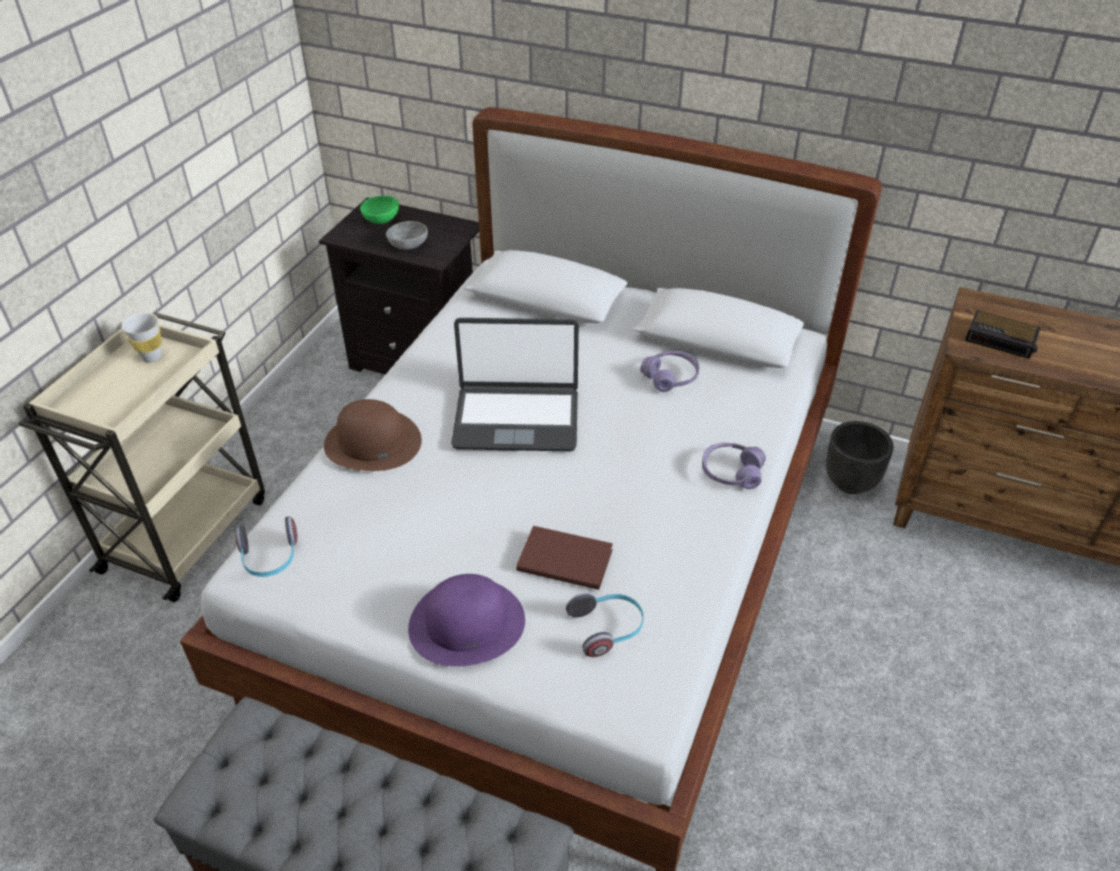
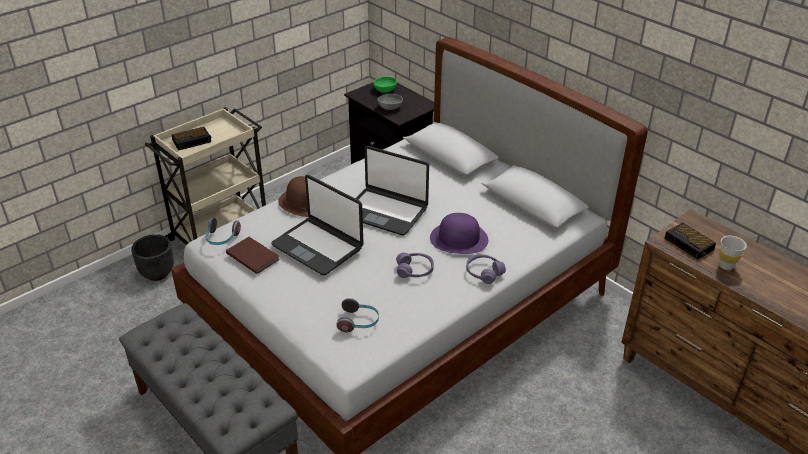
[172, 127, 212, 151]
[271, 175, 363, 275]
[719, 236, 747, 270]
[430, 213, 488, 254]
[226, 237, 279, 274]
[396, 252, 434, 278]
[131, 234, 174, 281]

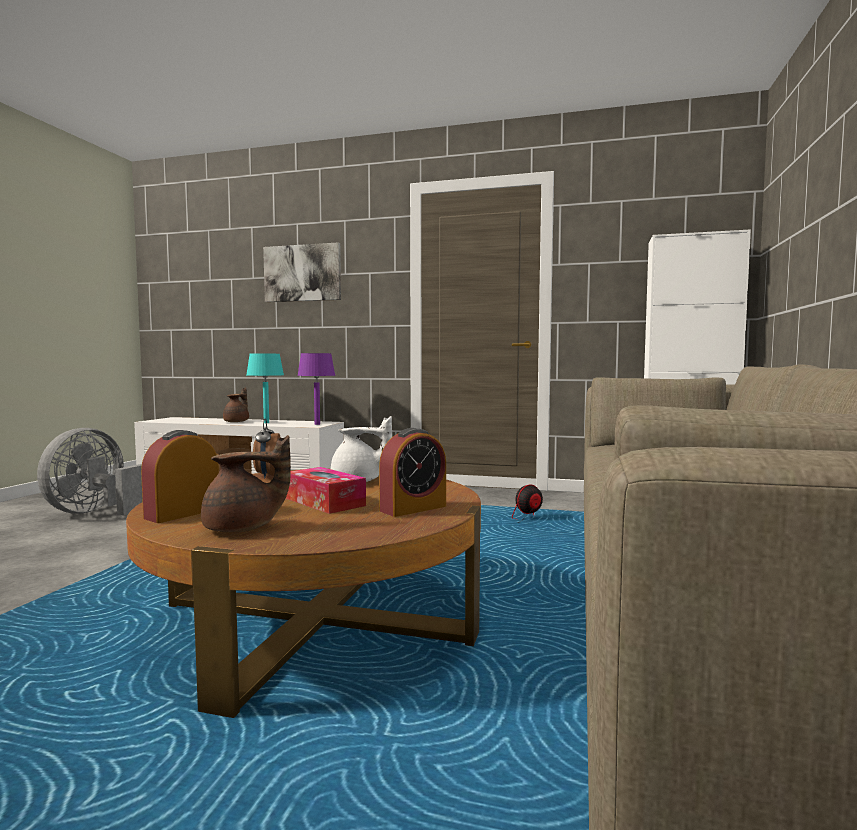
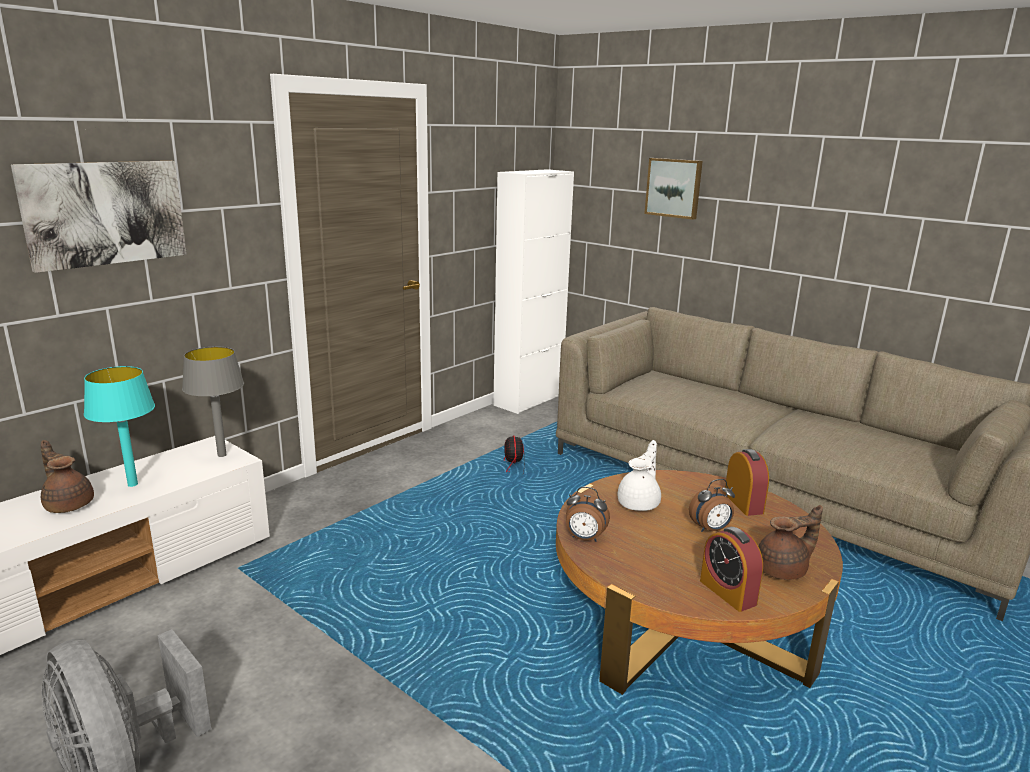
[644, 158, 703, 220]
[689, 479, 735, 532]
[182, 346, 244, 457]
[758, 505, 823, 580]

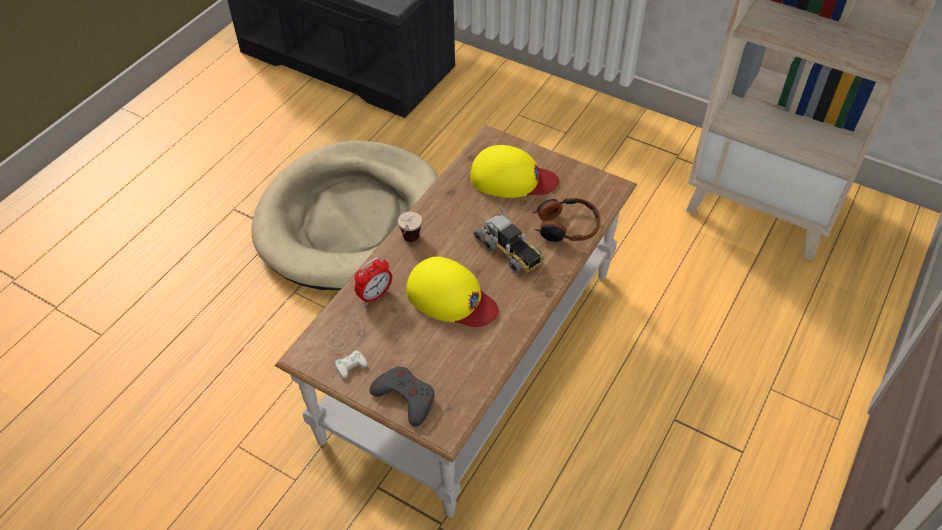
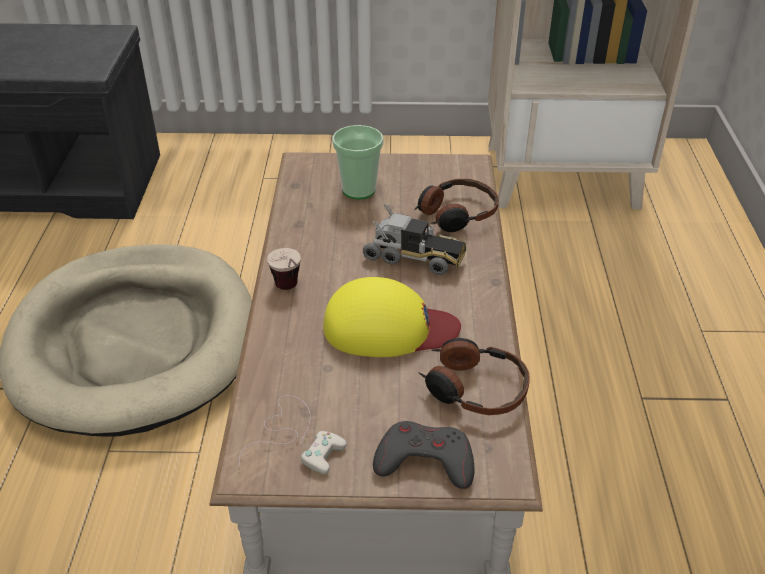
[355, 257, 392, 305] (first image)
[419, 338, 530, 415]
[332, 125, 384, 200]

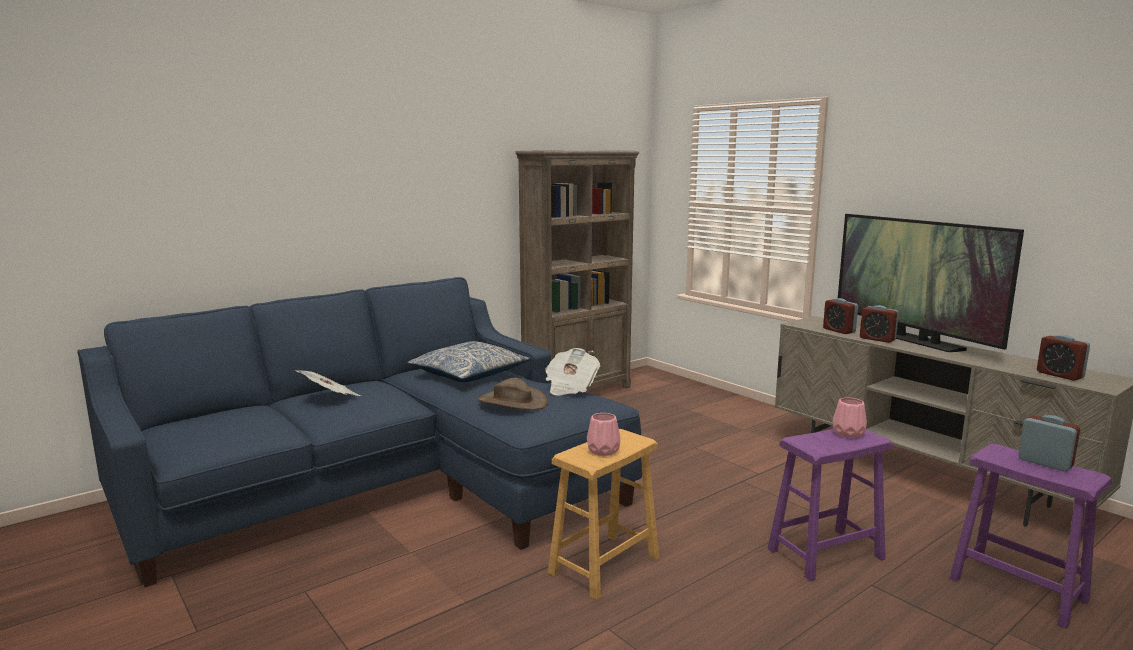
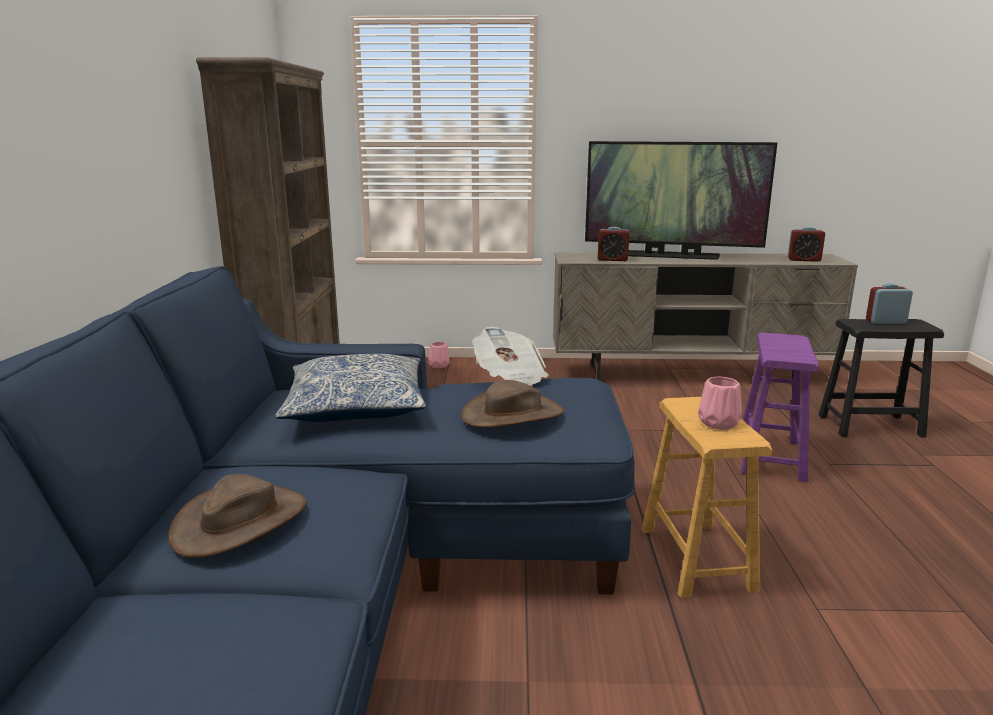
[860, 305, 899, 343] (first image)
[428, 342, 450, 369]
[168, 474, 306, 558]
[819, 319, 944, 438]

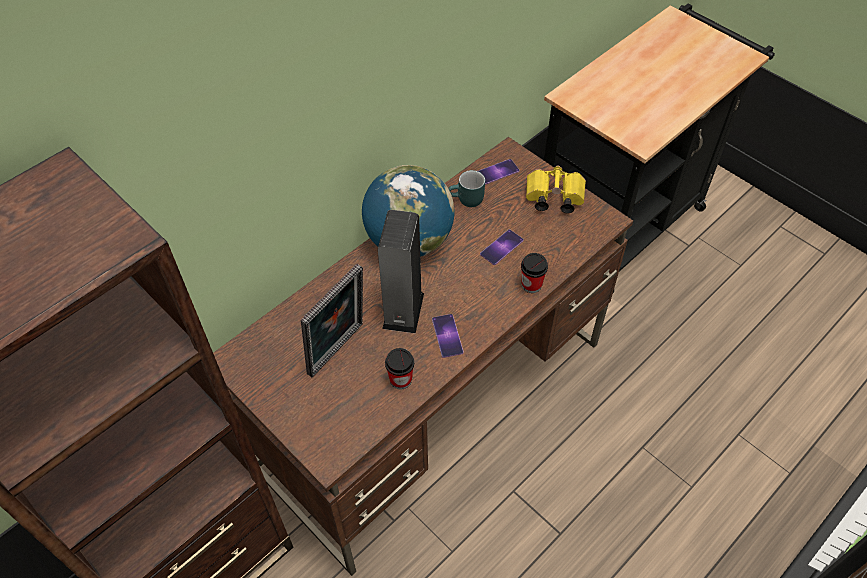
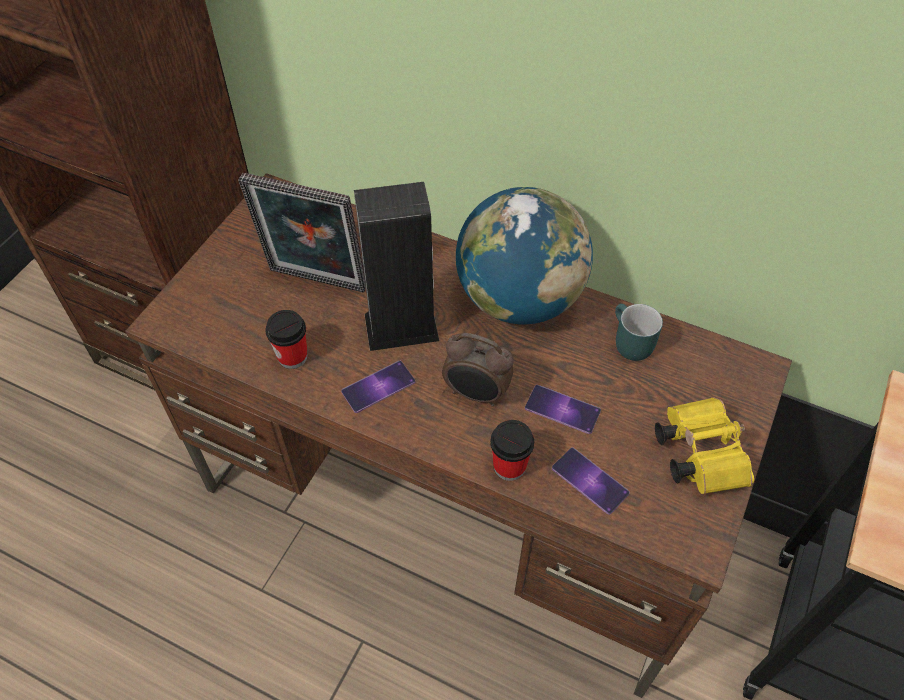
[442, 333, 514, 407]
[552, 447, 630, 515]

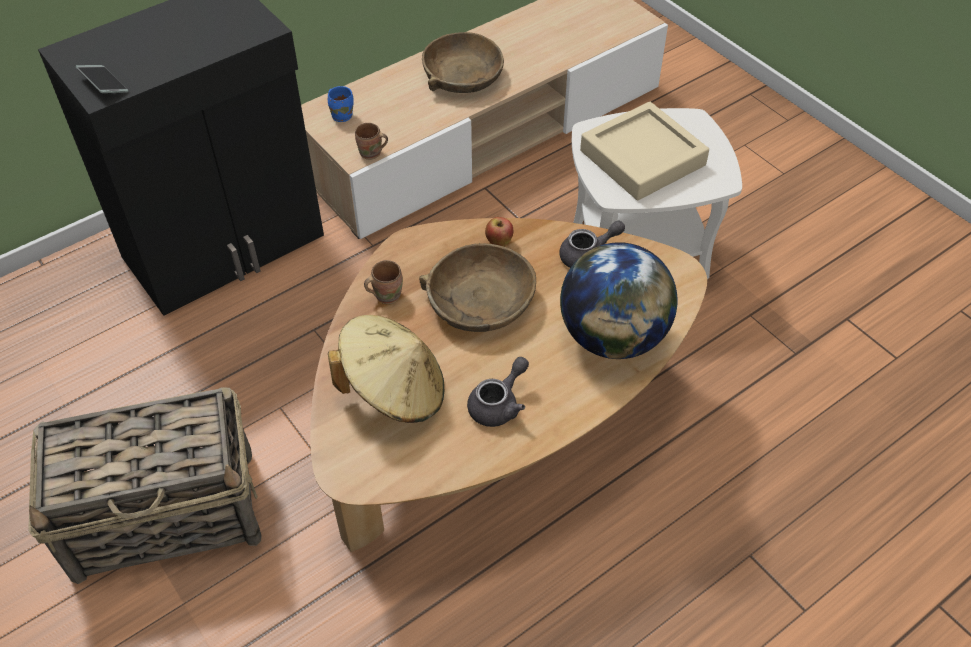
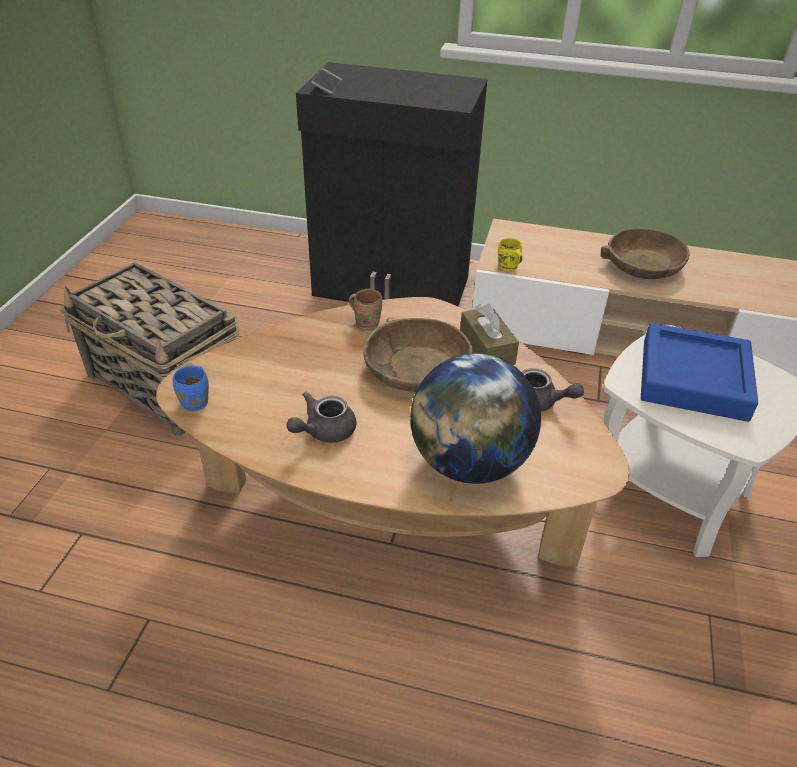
[328, 315, 444, 423] (first image)
[173, 365, 209, 411]
[460, 303, 519, 365]
[498, 238, 523, 271]
[641, 323, 758, 422]
[287, 392, 357, 443]

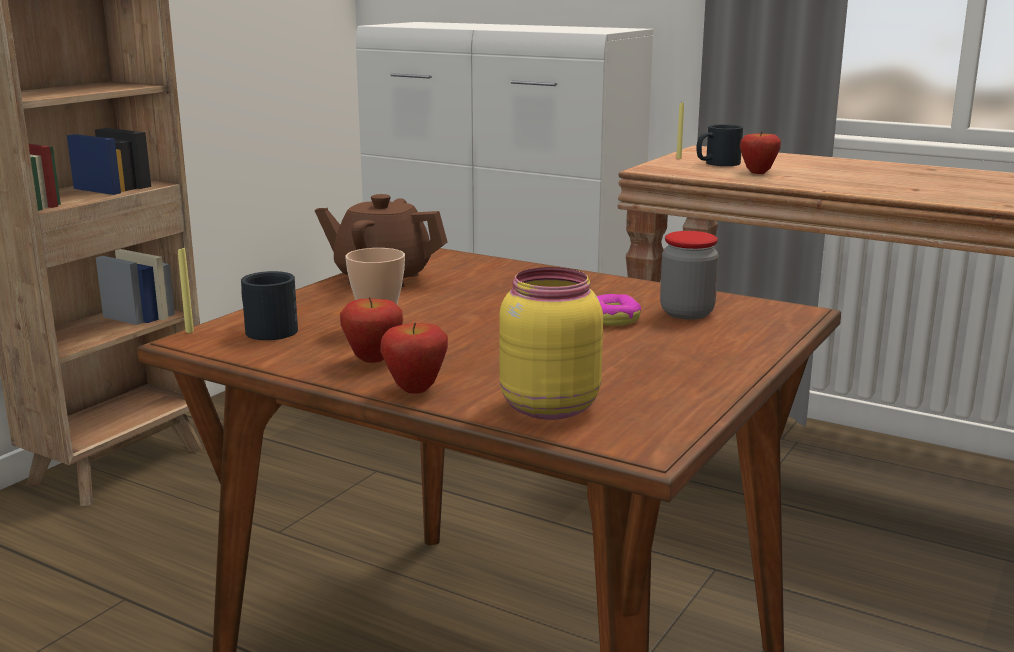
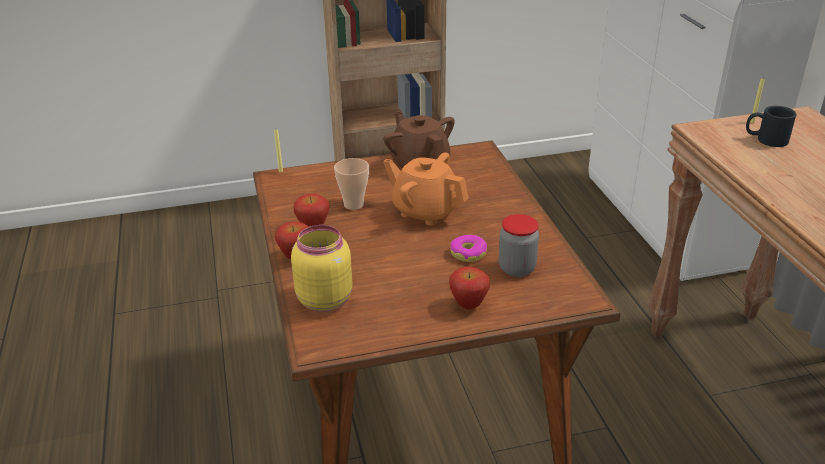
[241, 271, 298, 340] (first image)
[383, 152, 469, 226]
[449, 267, 490, 310]

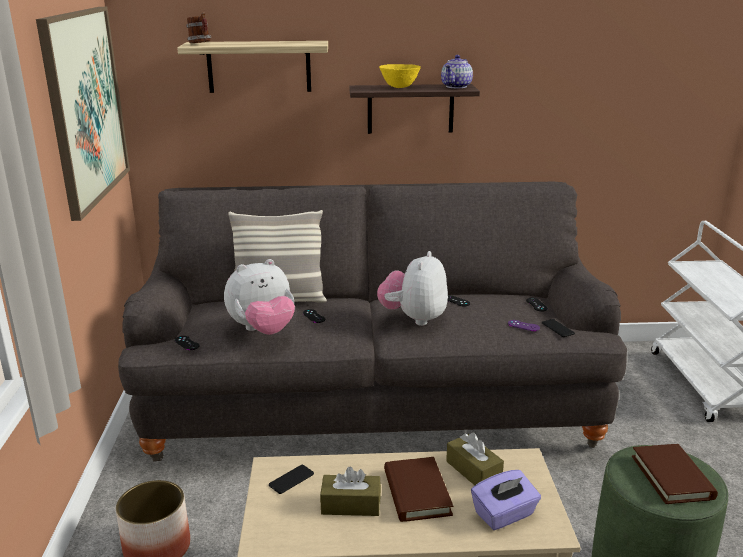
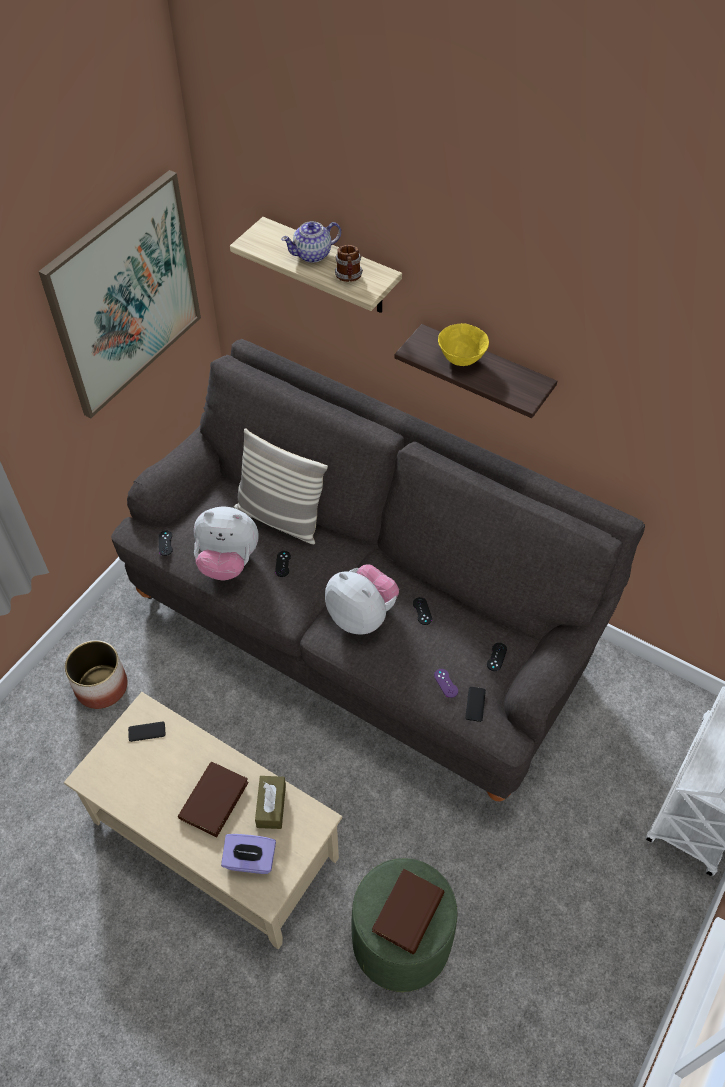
[320, 466, 381, 516] (first image)
[335, 245, 363, 282]
[281, 221, 341, 263]
[325, 564, 399, 635]

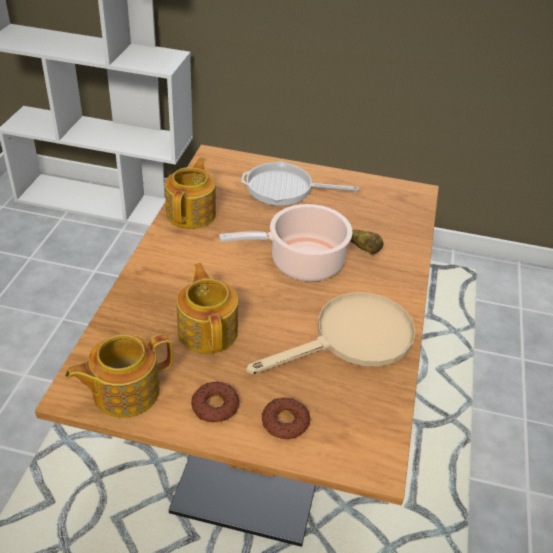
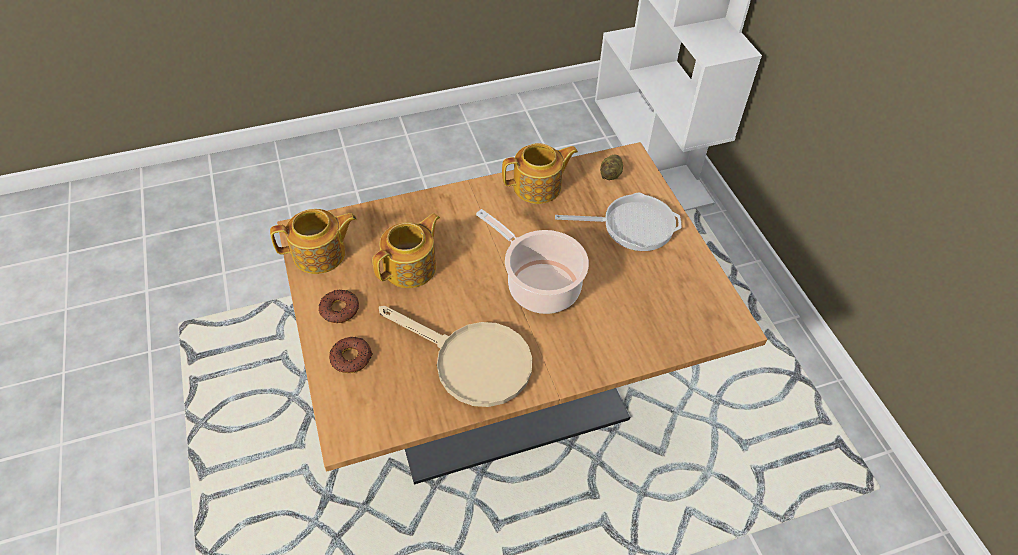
[600, 154, 623, 180]
[270, 209, 357, 274]
[555, 192, 681, 251]

